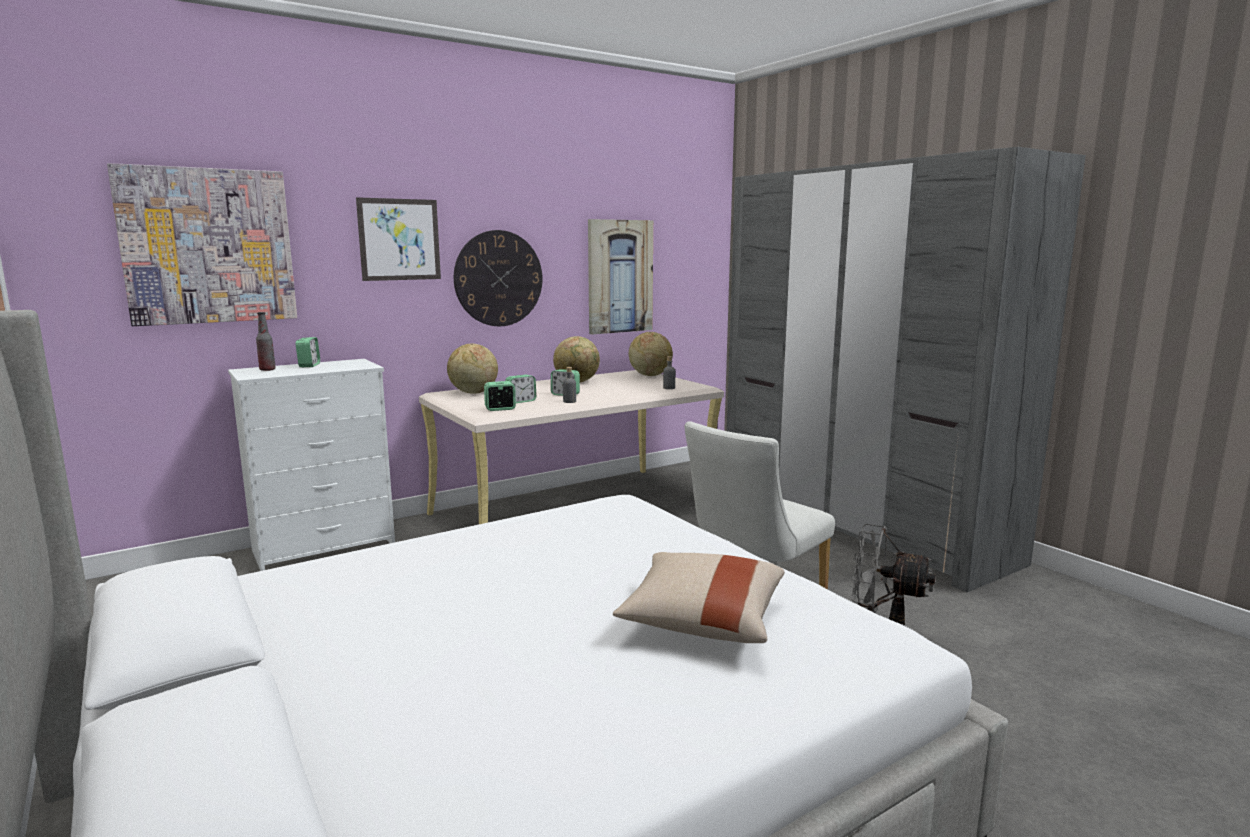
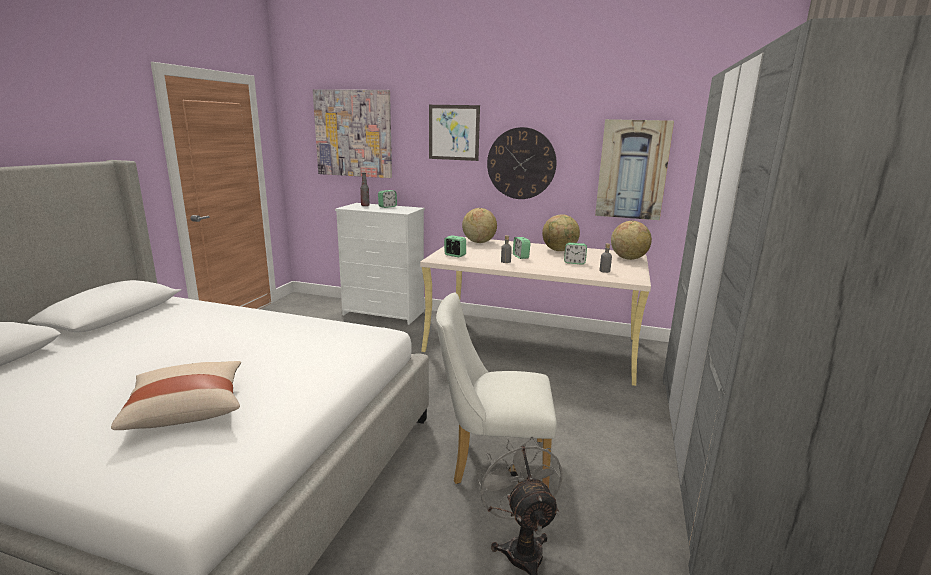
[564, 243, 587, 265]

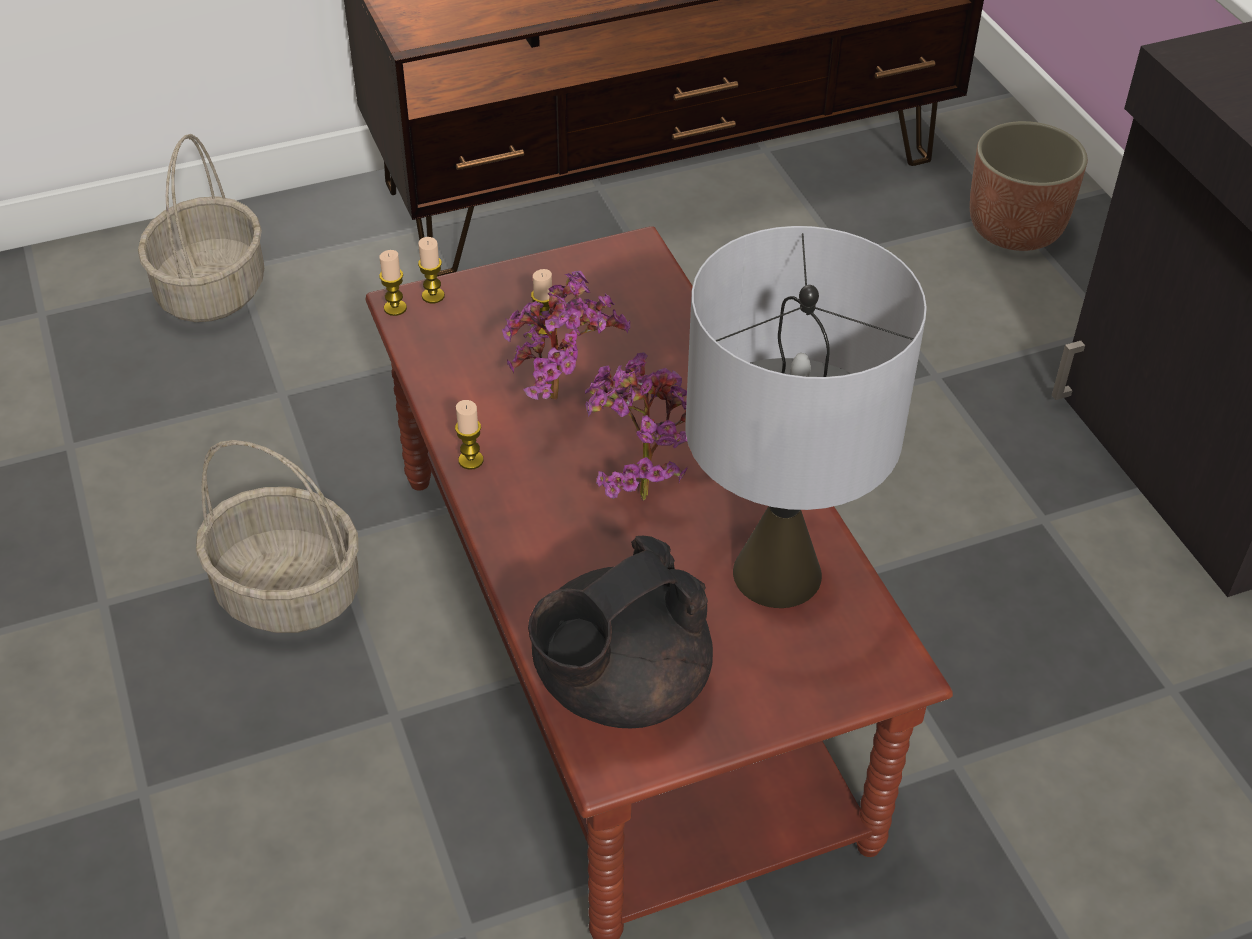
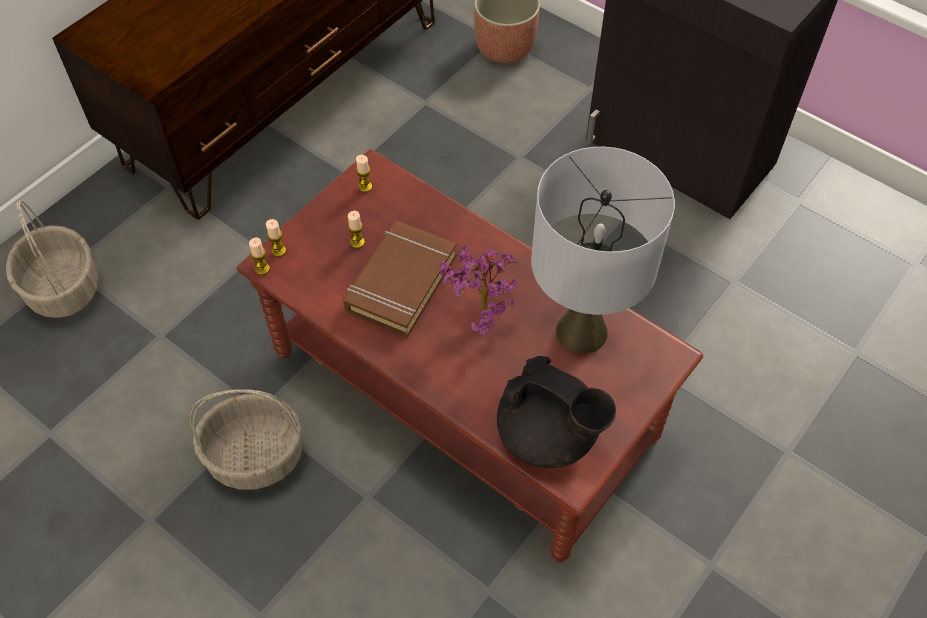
[356, 155, 372, 192]
[343, 221, 457, 338]
[497, 356, 616, 468]

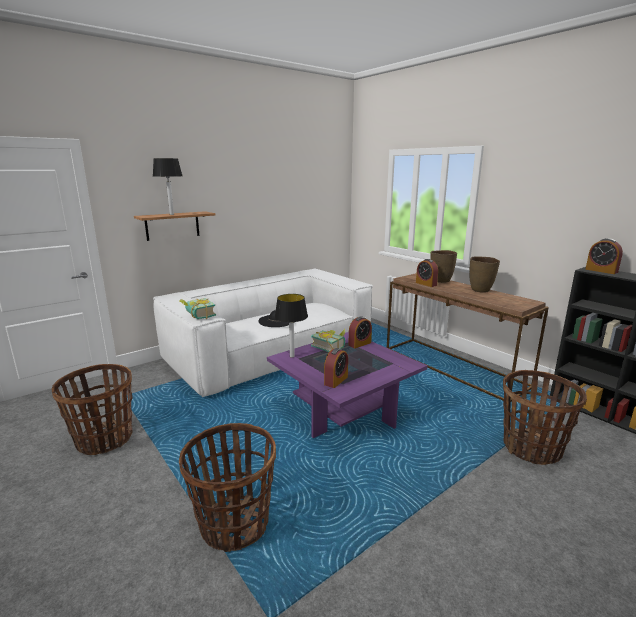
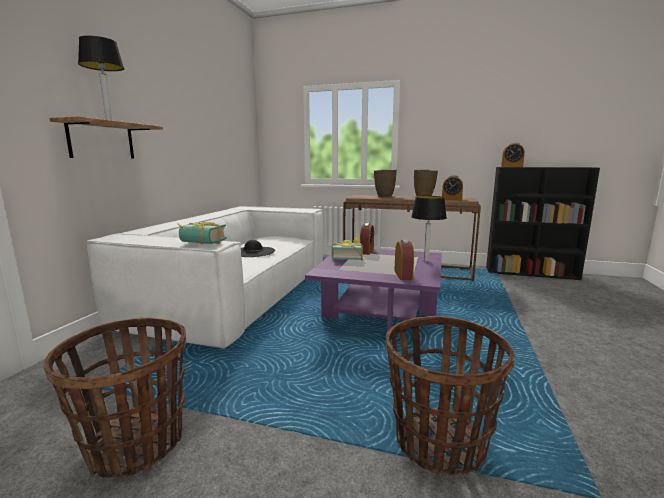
[503, 370, 587, 465] (first image)
[411, 196, 447, 262]
[442, 175, 463, 200]

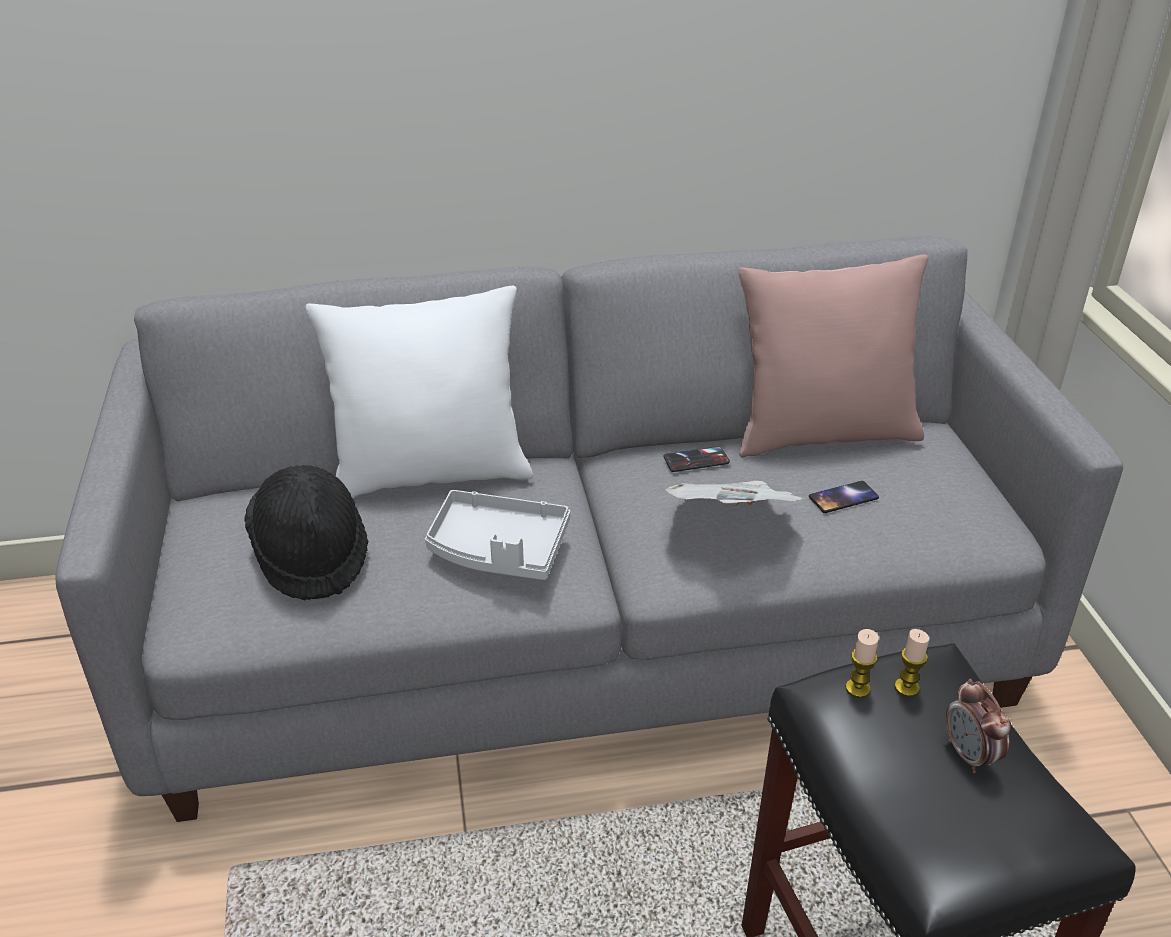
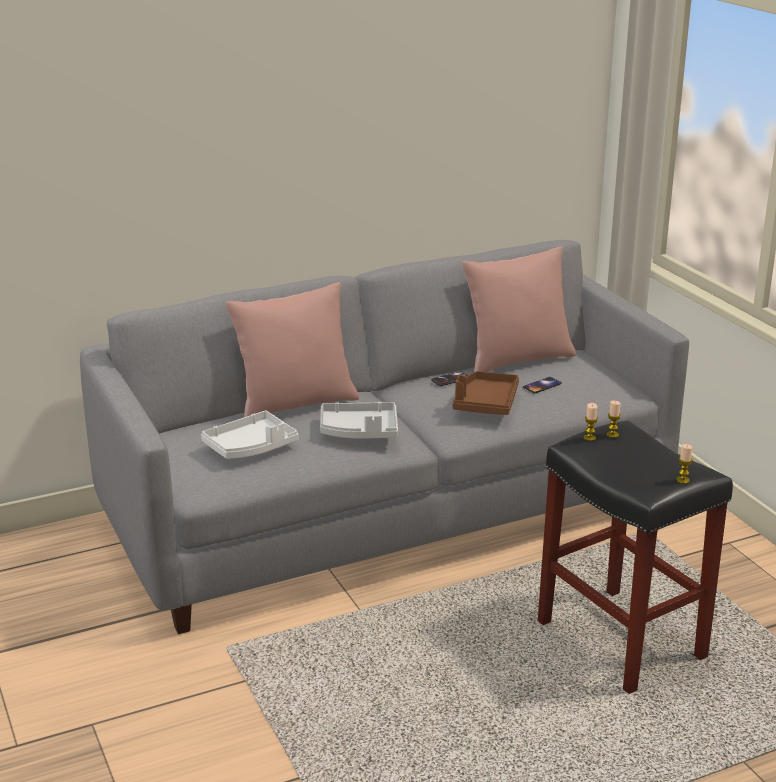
[946, 679, 1011, 773] (first image)
[676, 444, 693, 484]
[201, 411, 299, 459]
[452, 371, 519, 415]
[225, 282, 359, 417]

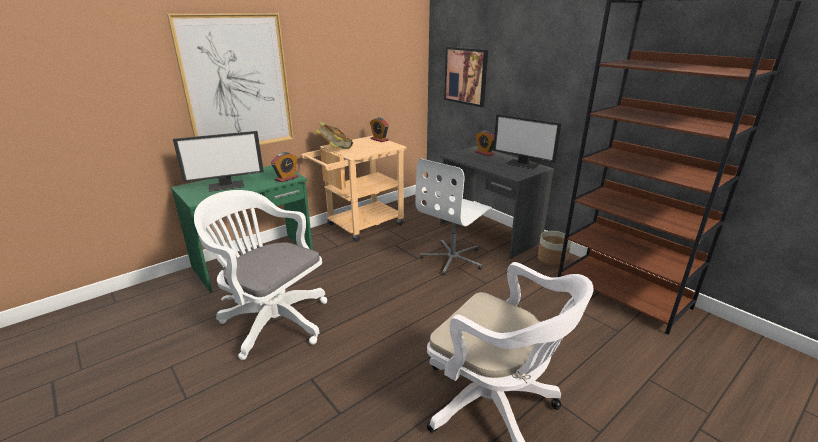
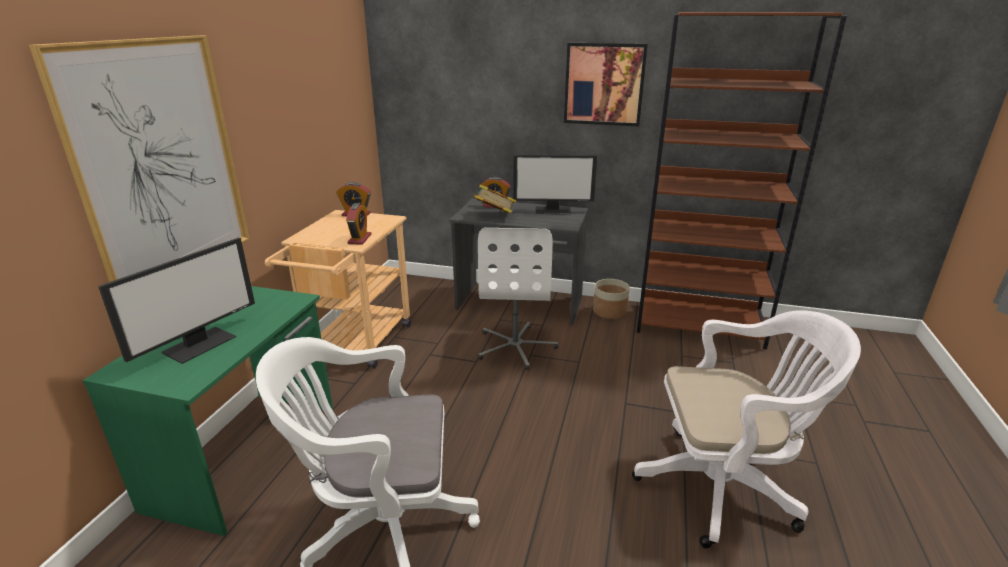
[346, 203, 372, 245]
[473, 184, 517, 213]
[564, 43, 648, 126]

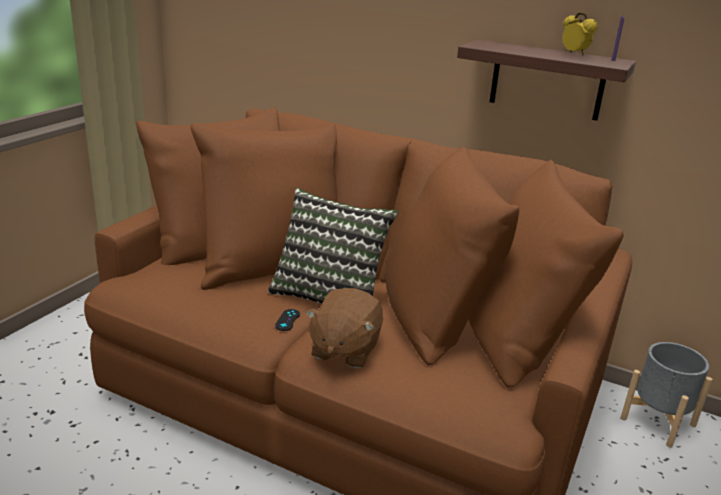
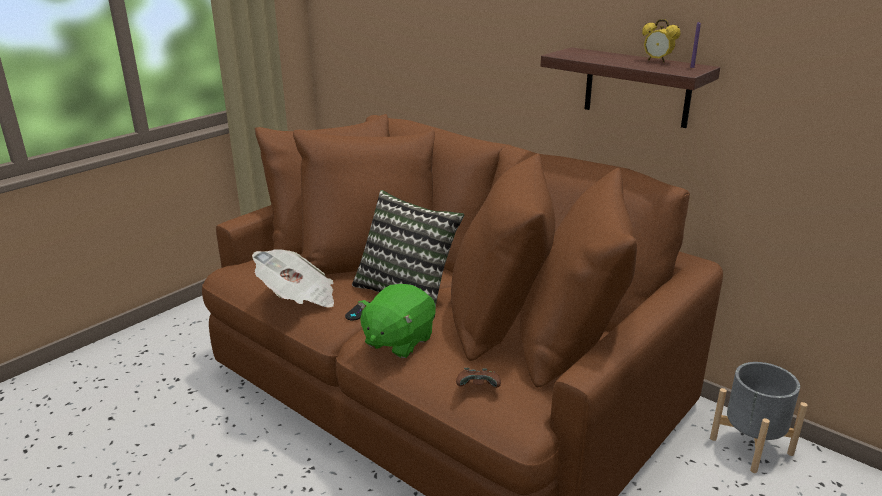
[252, 249, 334, 308]
[456, 368, 501, 388]
[358, 284, 436, 358]
[642, 19, 681, 62]

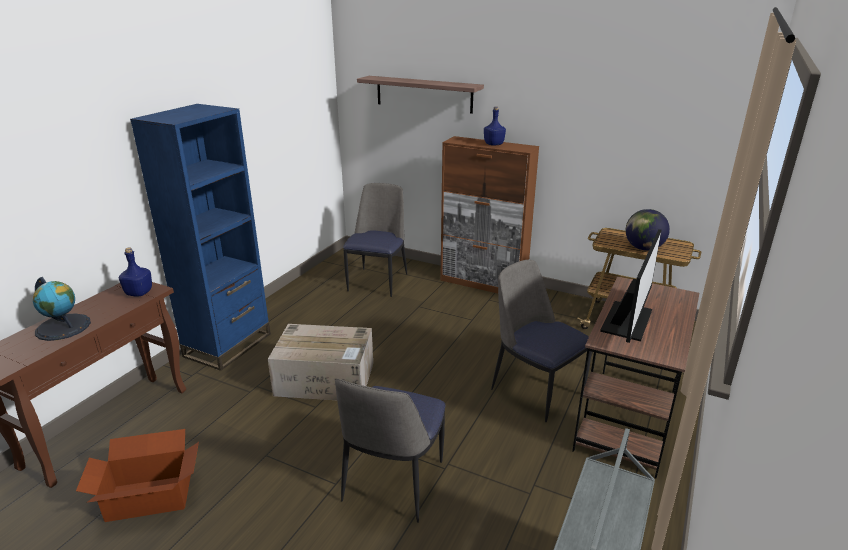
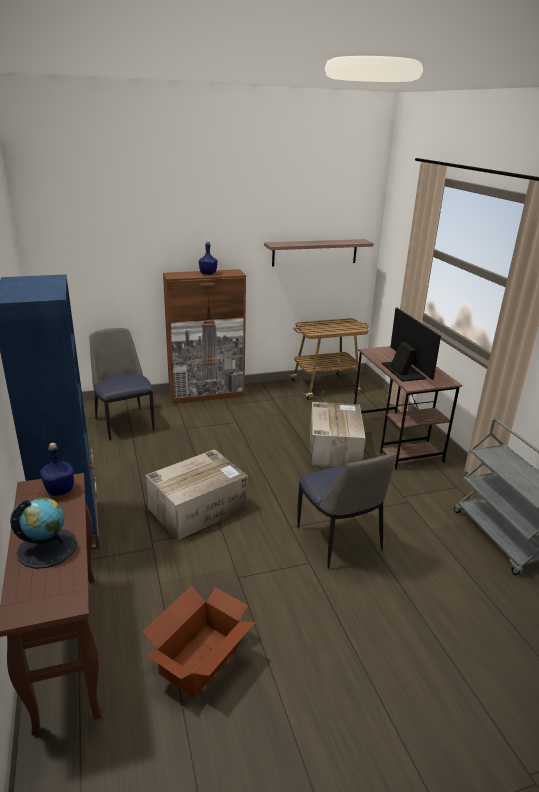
[626, 209, 670, 250] (first image)
[264, 239, 374, 267]
[310, 402, 366, 467]

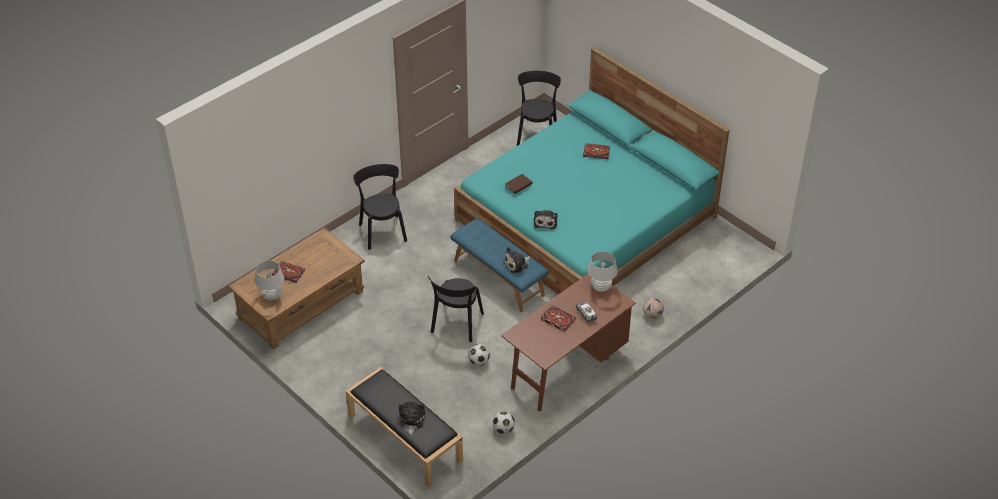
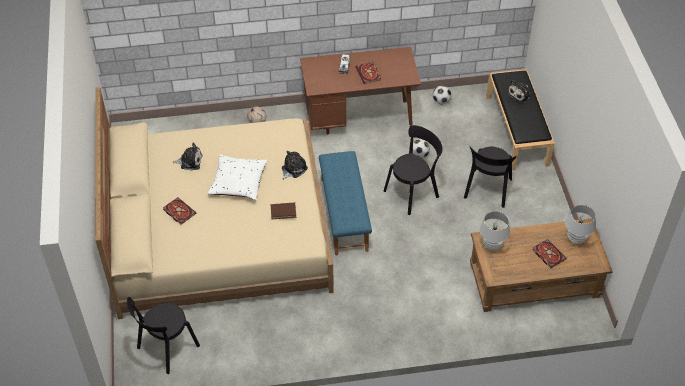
[208, 155, 267, 200]
[464, 145, 517, 208]
[172, 143, 203, 171]
[479, 211, 510, 251]
[95, 87, 334, 319]

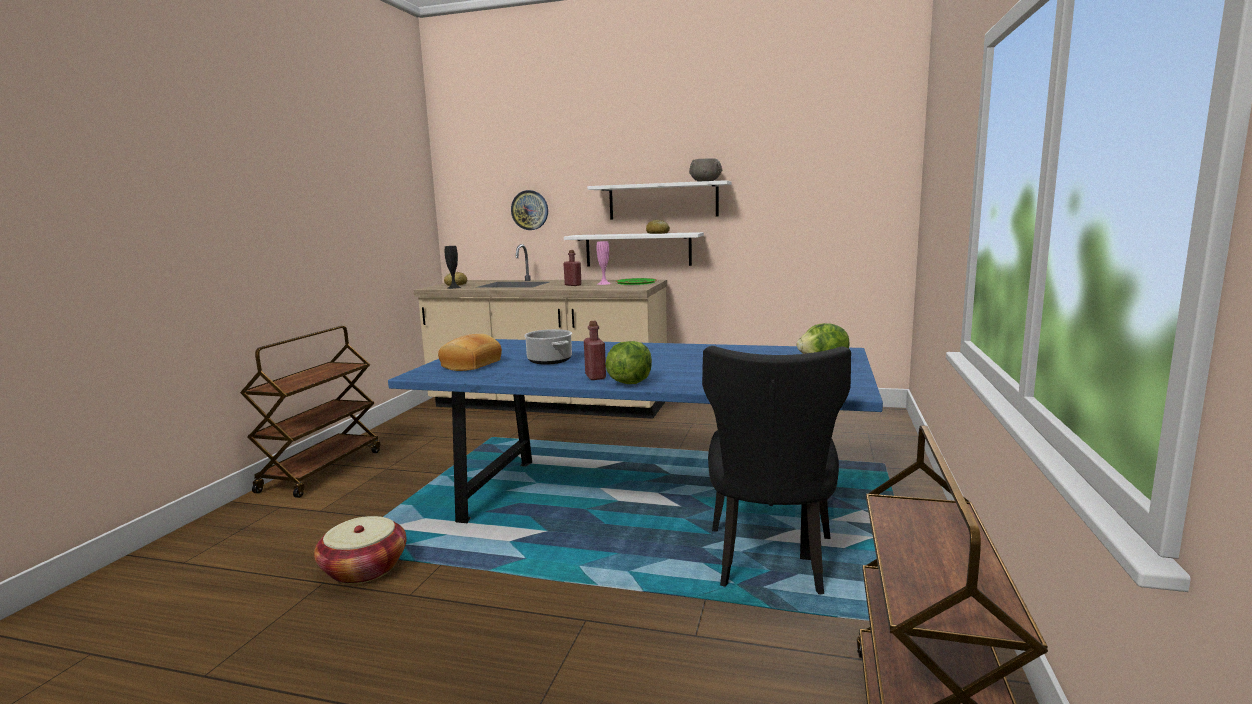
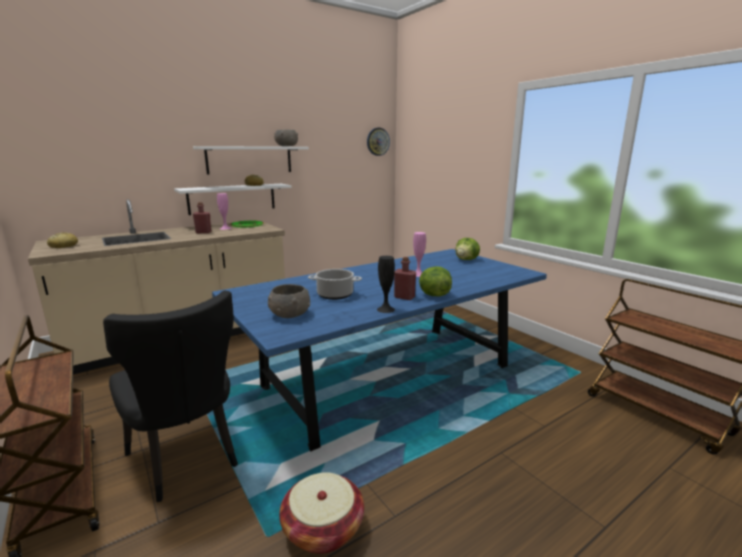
[413, 232, 426, 277]
[377, 256, 395, 313]
[367, 128, 390, 156]
[103, 291, 238, 502]
[268, 284, 310, 318]

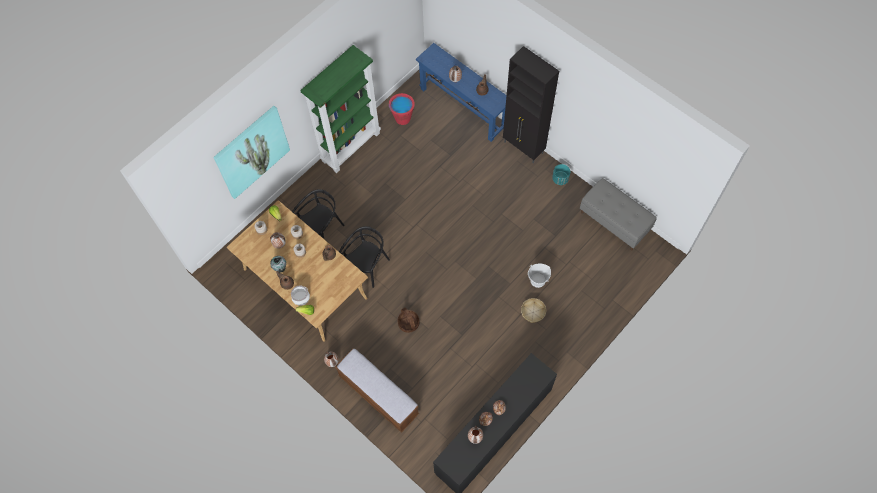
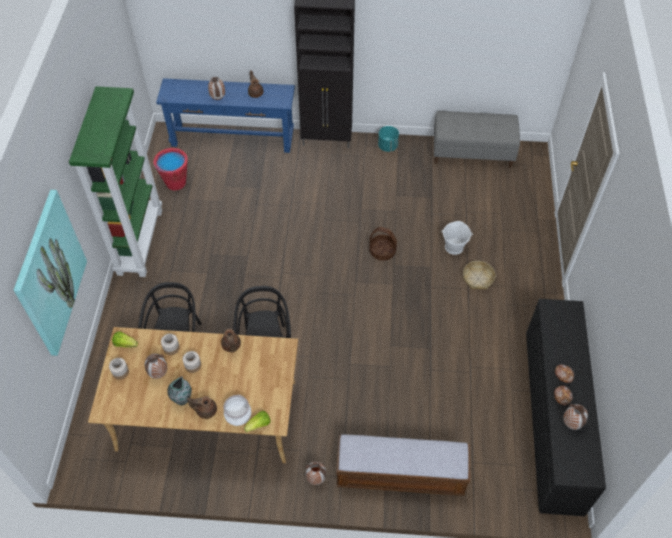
[369, 227, 397, 261]

